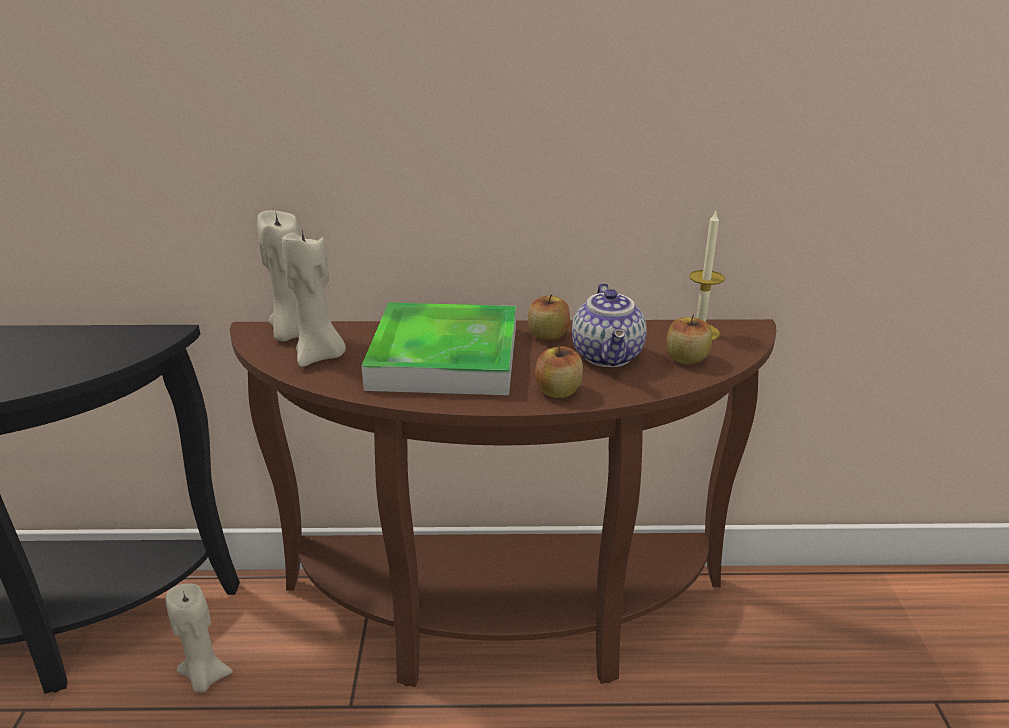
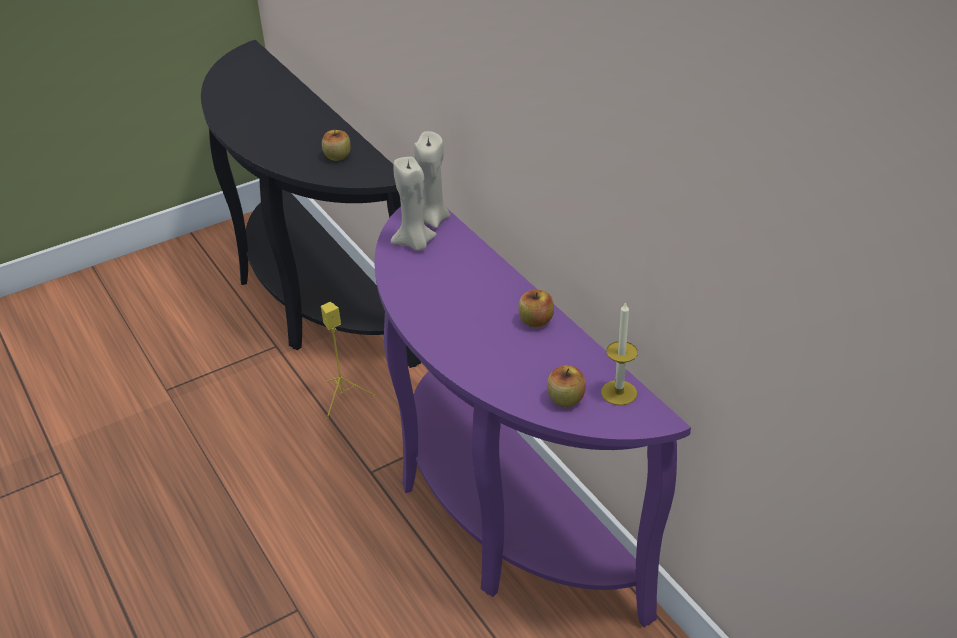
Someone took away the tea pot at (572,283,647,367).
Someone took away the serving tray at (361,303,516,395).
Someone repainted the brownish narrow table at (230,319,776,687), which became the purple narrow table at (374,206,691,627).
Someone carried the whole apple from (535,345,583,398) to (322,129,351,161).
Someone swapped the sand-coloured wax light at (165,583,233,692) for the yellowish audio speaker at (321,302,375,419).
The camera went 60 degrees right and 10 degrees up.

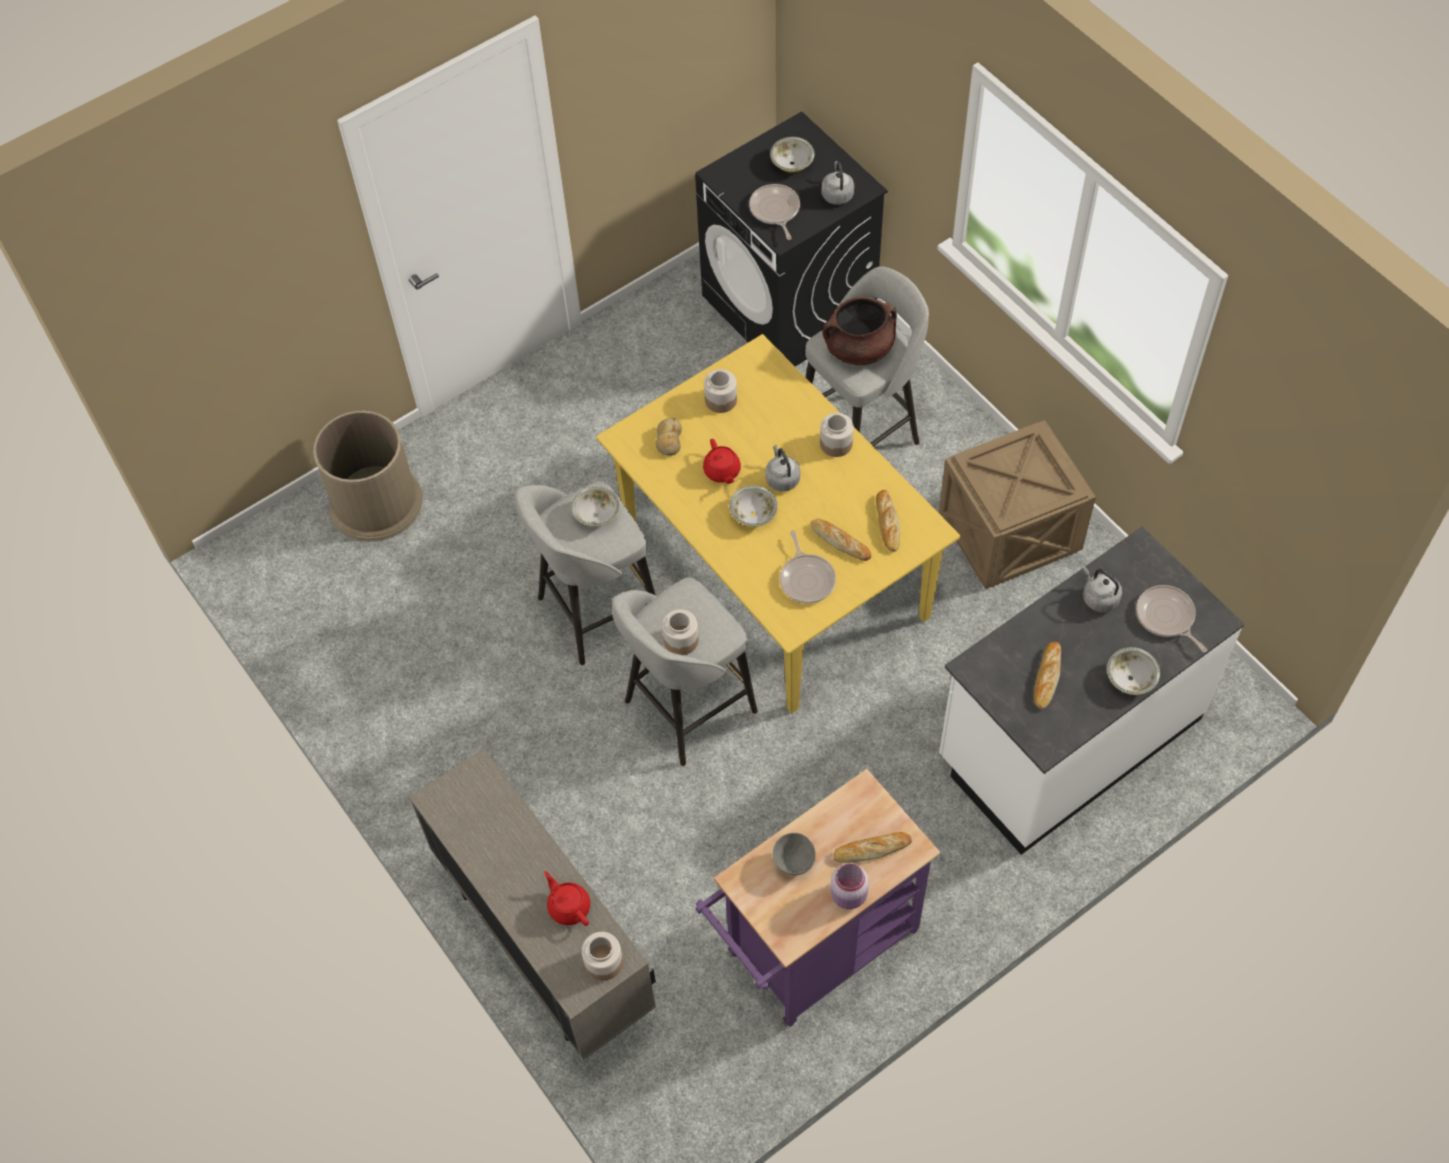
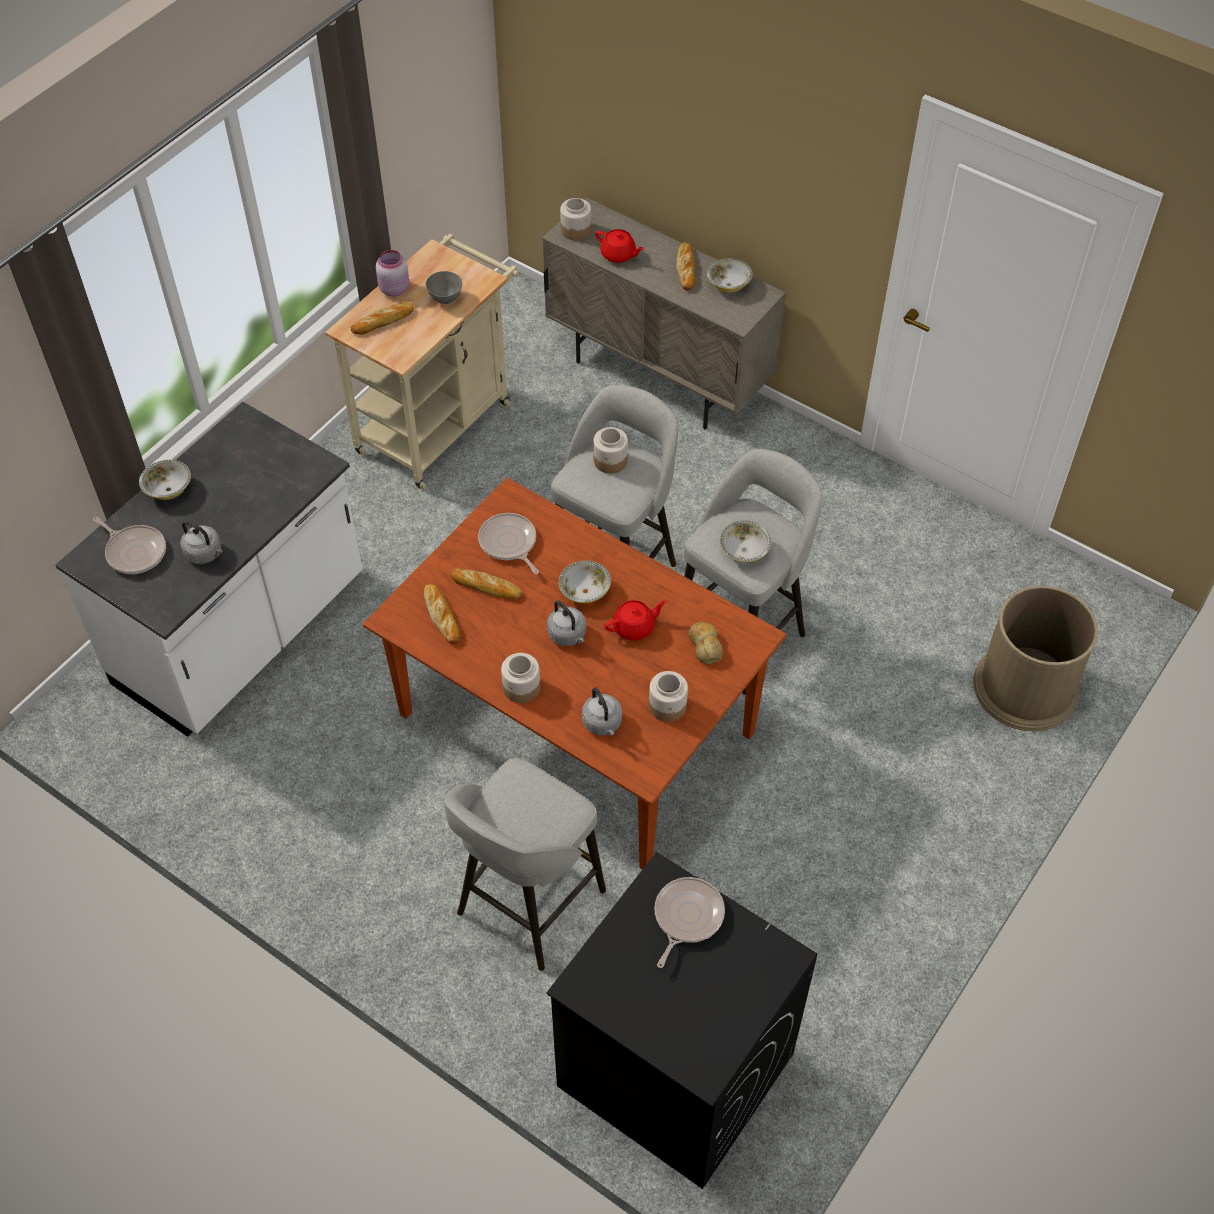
Someone carried the deep dish from (770,137,815,173) to (707,259,753,292).
Someone carried the gray tea kettle from (822,161,854,205) to (582,687,622,735).
Someone rotated the frying pan at (749,184,800,240) by 120 degrees counterclockwise.
Someone took away the brownish cooking pot at (822,297,897,365).
Someone repainted the yellowish kitchen table at (596,334,960,713), which became the brownish kitchen table at (363,478,786,869).
Someone took away the crate at (939,420,1096,589).
Someone rotated the reddish tea pot at (703,439,741,484) by 105 degrees clockwise.
Someone carried the bakery bread from (1034,642,1061,709) to (677,243,695,290).
Someone repainted the purple trolley at (695,769,940,1027), which became the sand-coloured trolley at (325,234,519,490).
The camera went 160 degrees right and 5 degrees down.

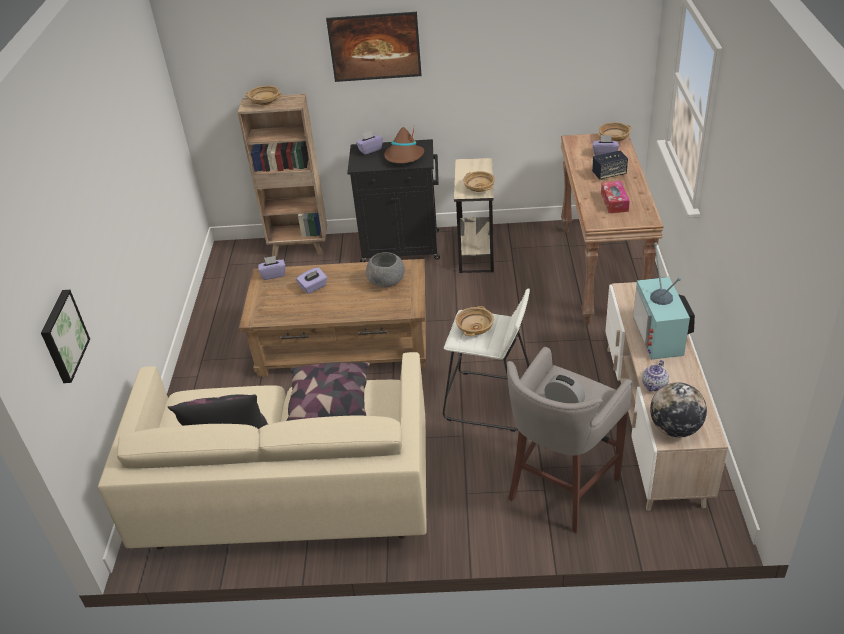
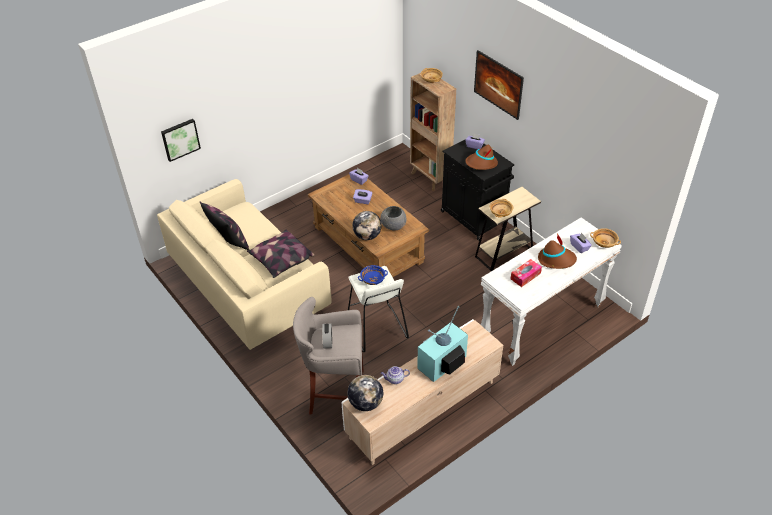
Someone repainted the brownish narrow table at (561,133,664,325), which became the white-coloured narrow table at (481,217,622,366).
Someone swapped the audio speaker at (592,151,628,180) for the brownish hat at (538,234,577,269).
Someone repainted the sand-coloured deep dish at (456,306,494,336), which became the blue-coloured deep dish at (358,265,388,285).
Someone put down the world globe at (352,211,382,240).
The camera went 50 degrees right and 5 degrees up.

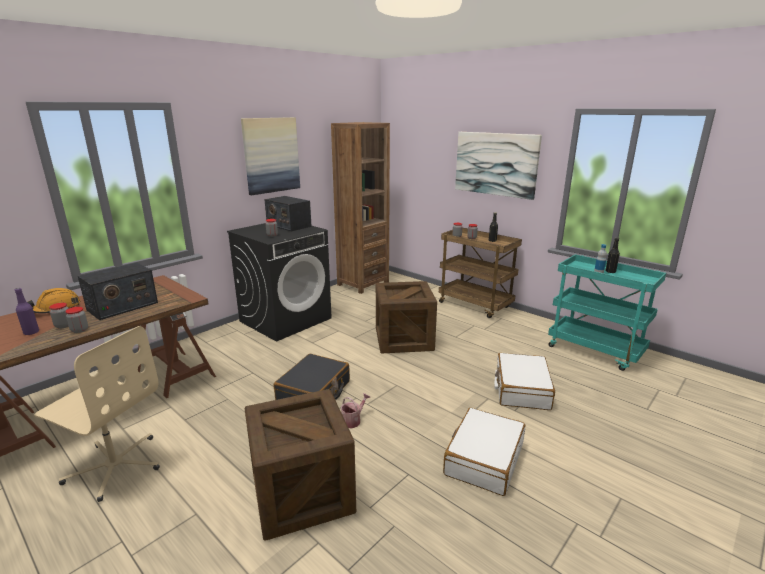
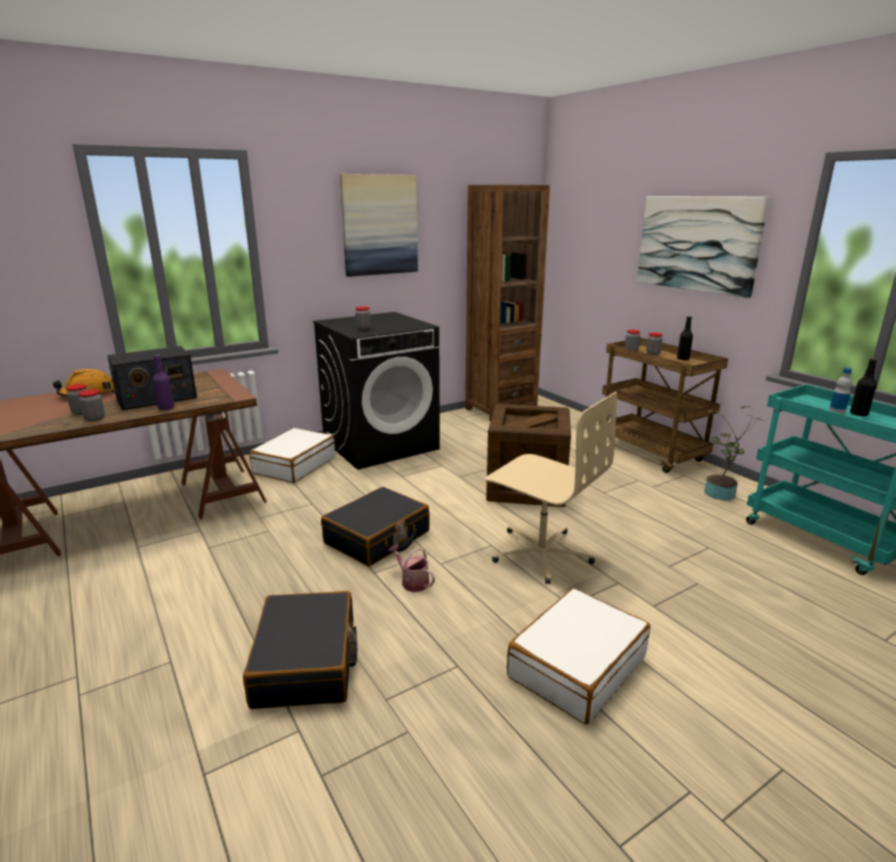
Someone took away the radio set at (264,196,312,231).
Someone carried the purple beverage bottle from (15,288,39,335) to (153,355,174,410).
Someone carried the sand-coloured desk chair from (34,326,160,502) to (485,392,617,584).
Someone carried the white-coloured travel case from (495,353,555,410) to (249,428,335,483).
Someone swapped the crate at (244,389,356,541) for the black-coloured travel case at (243,591,357,709).
Someone rotated the watering can at (341,393,370,428) by 105 degrees counterclockwise.
Someone put down the houseplant at (705,406,764,500).
The camera went 15 degrees right and 0 degrees up.

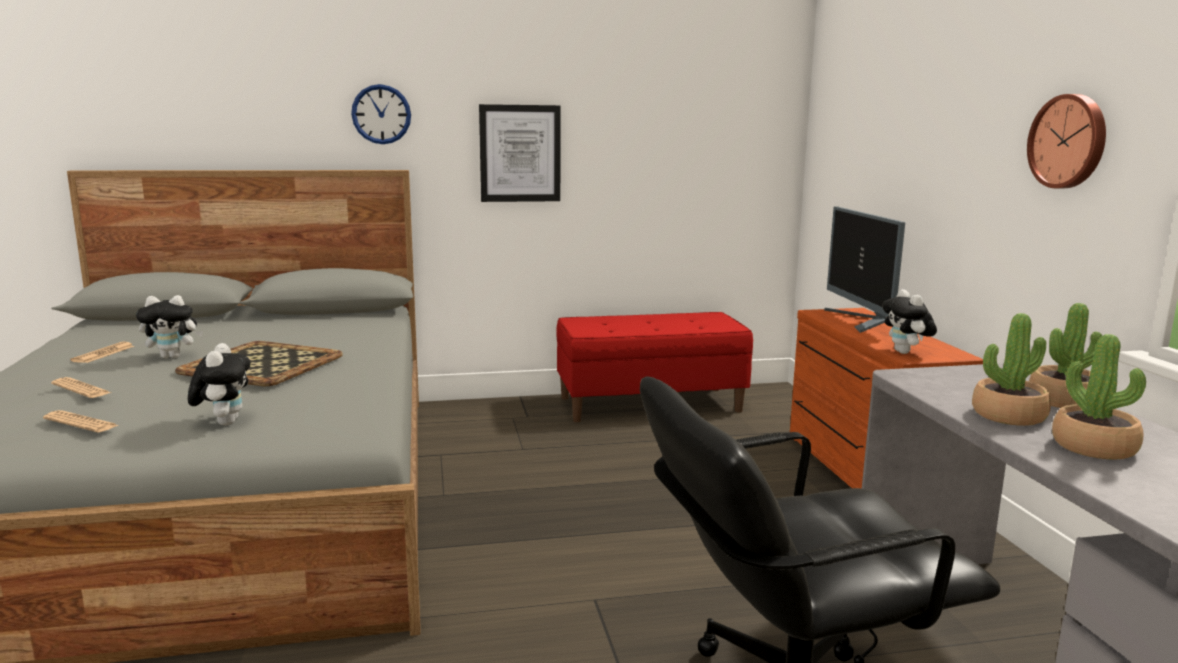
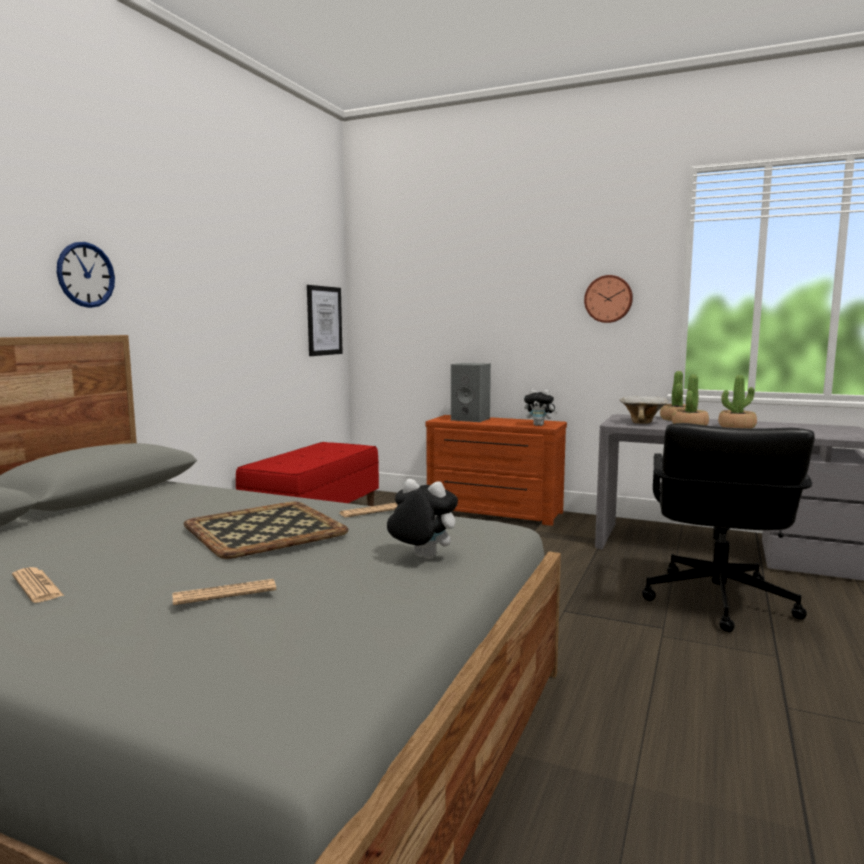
Someone carried the wall art from (479,104,561,202) to (307,285,343,356).
Someone swapped the computer display at (824,207,905,333) for the gray audio speaker at (451,363,491,422).
Someone took away the plush toy at (136,295,203,359).
Someone carried the printed paper from (43,410,120,432) to (340,503,397,518).
Someone put down the deep dish at (620,396,668,424).
The camera went 55 degrees left and 5 degrees down.

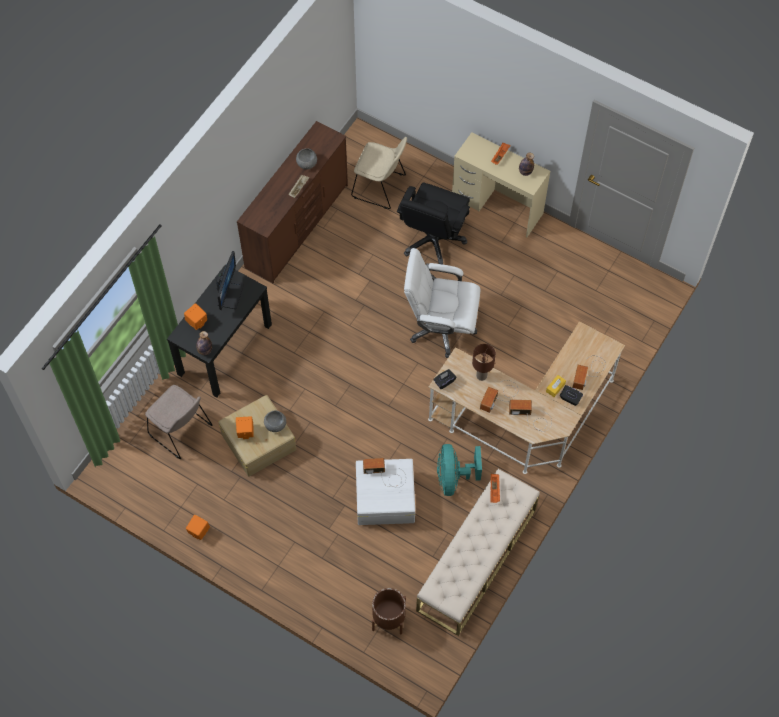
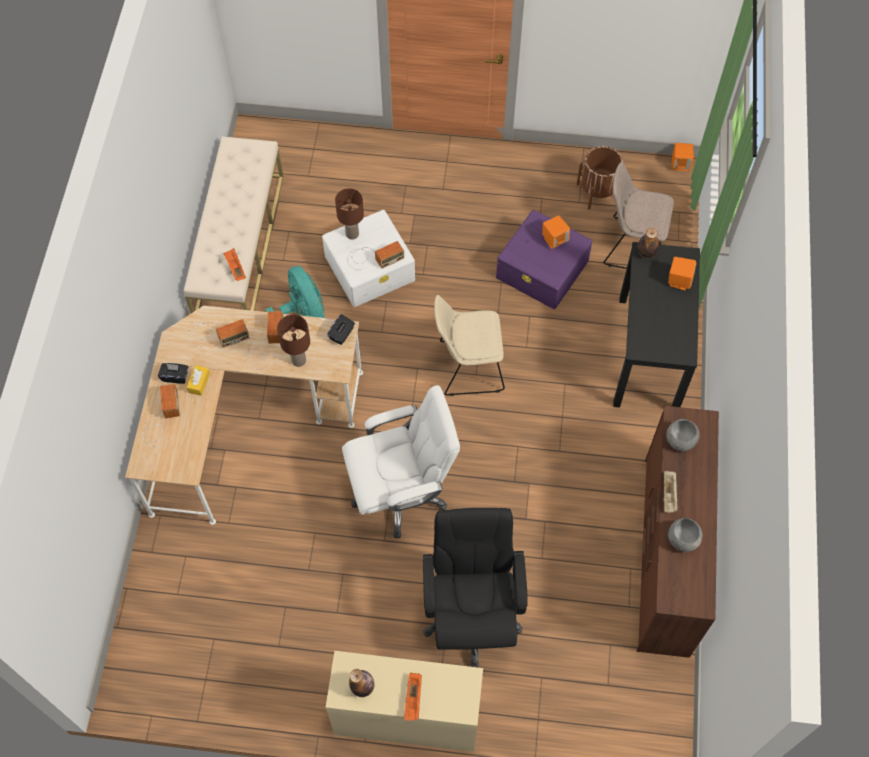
Someone carried the sand-coloured plain chair from (351,137,407,209) to (434,295,505,396).
Someone took away the computer display at (216,251,244,310).
Someone repainted the sand-coloured storage bin at (219,395,296,477), which became the purple storage bin at (496,210,592,309).
Someone carried the gray deep dish from (264,410,286,432) to (666,419,699,451).
Someone carried the orange-coloured audio speaker from (186,515,210,540) to (672,143,694,171).
Someone carried the brownish planter from (372,588,406,635) to (577,146,623,210).
Someone put down the brownish table lamp at (335,188,364,240).
The camera went 155 degrees right and 0 degrees up.

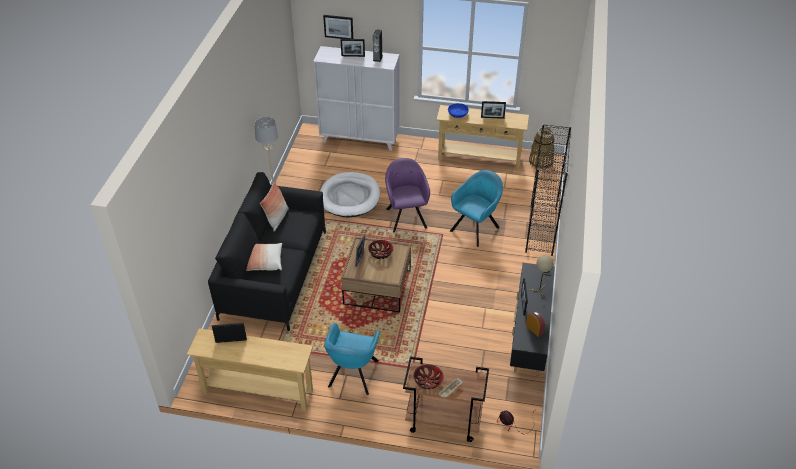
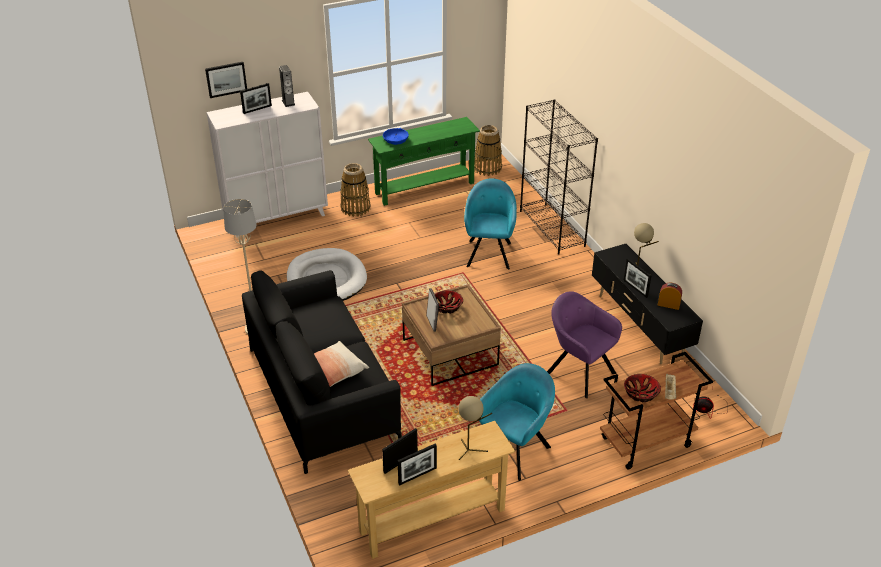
Someone carried the photo frame from (481,101,506,119) to (397,444,437,485).
Someone repainted the sand-coloured narrow table at (436,105,529,170), which became the greenish narrow table at (368,117,480,206).
Someone carried the purple lounge chair from (385,158,430,232) to (547,291,622,398).
Someone took away the throw pillow at (260,182,289,231).
Someone rotated the turquoise-coloured lounge chair at (324,323,380,395) by 120 degrees counterclockwise.
Someone put down the storage basket at (340,163,371,217).
Someone put down the sand-coloured table lamp at (458,396,492,460).
The camera went 35 degrees left and 5 degrees down.

